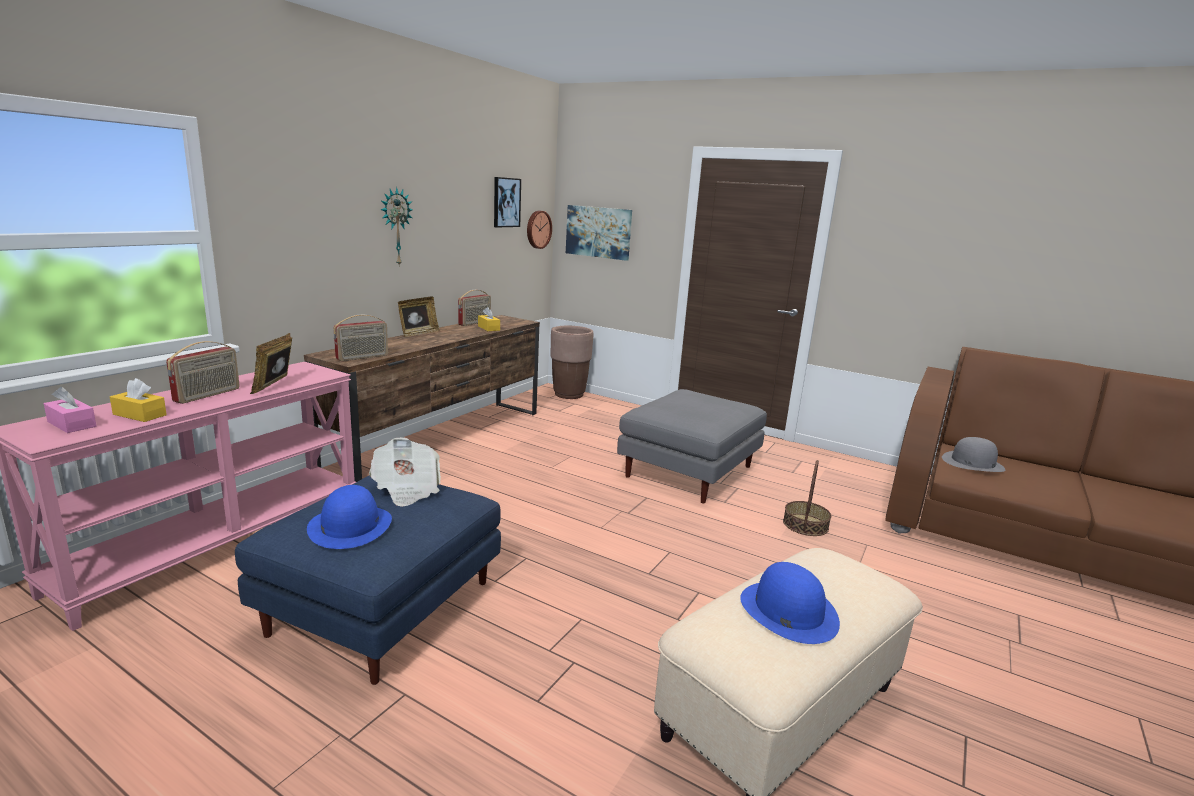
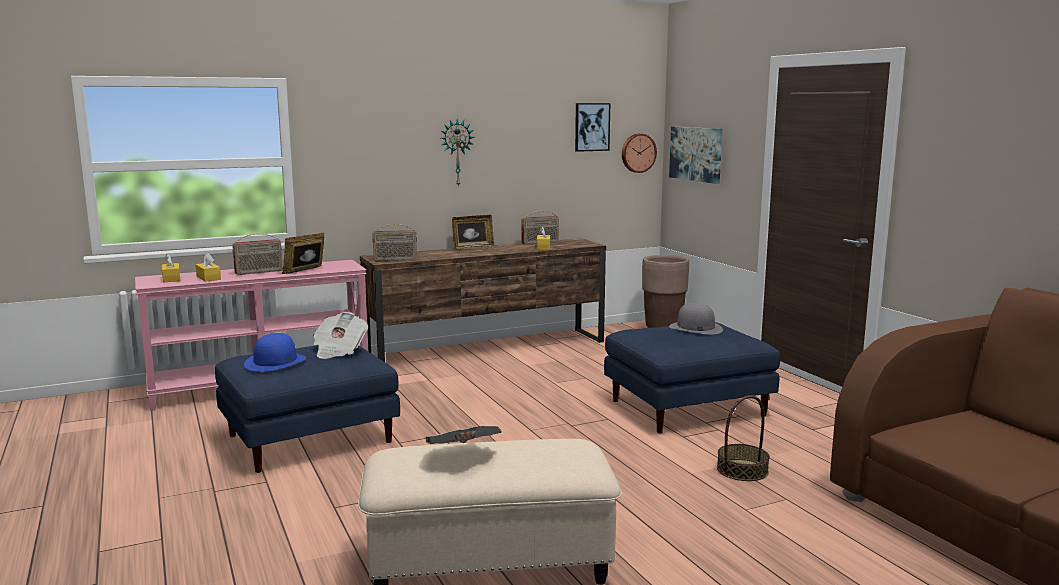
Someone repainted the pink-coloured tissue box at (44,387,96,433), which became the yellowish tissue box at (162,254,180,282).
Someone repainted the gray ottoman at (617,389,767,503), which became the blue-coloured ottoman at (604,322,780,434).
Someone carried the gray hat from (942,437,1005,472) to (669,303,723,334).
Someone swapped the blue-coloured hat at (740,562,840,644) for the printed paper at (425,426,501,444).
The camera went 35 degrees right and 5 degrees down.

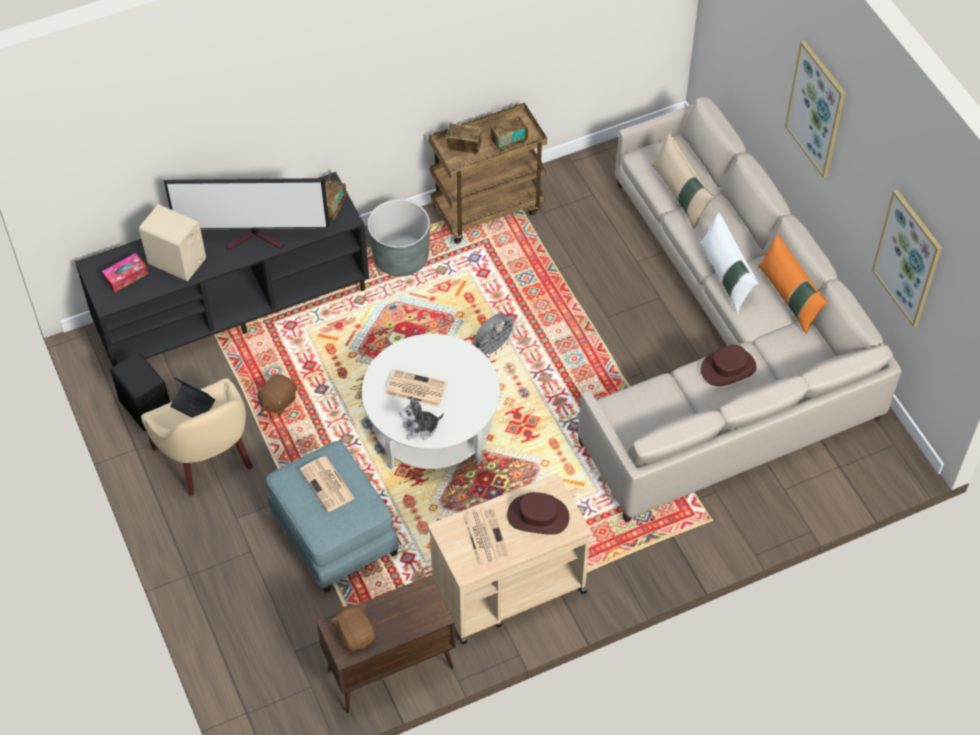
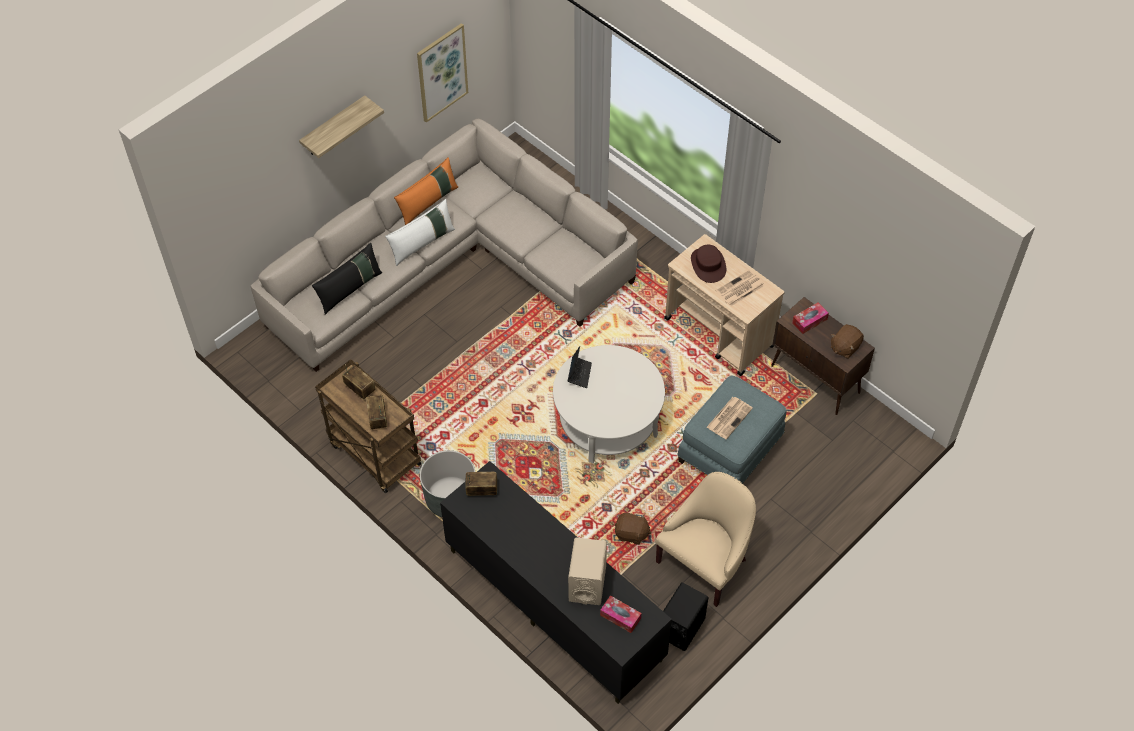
Someone swapped the wall art at (785,40,846,178) for the bracket shelf at (299,95,384,158).
Someone repainted the sand-coloured throw pillow at (652,133,714,229), which became the black-coloured throw pillow at (312,243,382,315).
Someone took away the TV set at (164,178,329,250).
Someone took away the gray electric fan at (474,313,517,358).
Someone took away the brownish hat at (701,345,757,386).
Someone took away the printed paper at (385,369,447,407).
Someone carried the notebook computer from (170,377,215,418) to (567,346,592,388).
Someone took away the plush toy at (399,396,444,440).
Someone put down the tissue box at (792,303,829,334).
The camera went 110 degrees left and 0 degrees up.

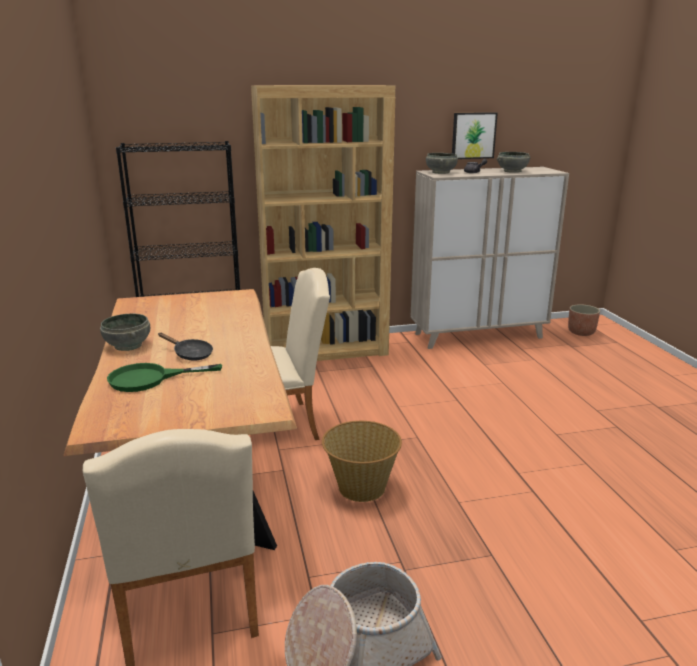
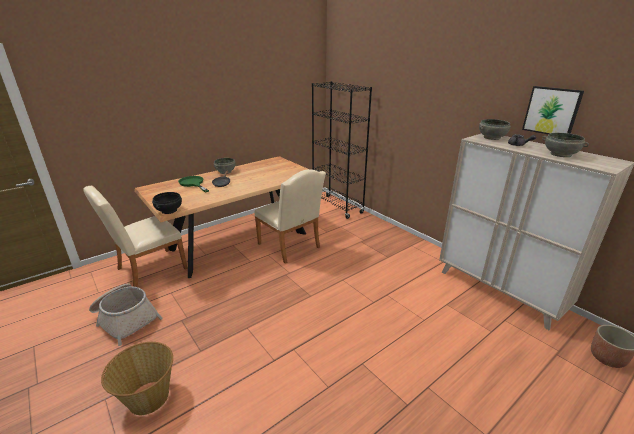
Someone took away the brownish shelving unit at (251,85,395,361).
Someone carried the storage basket from (322,421,402,502) to (101,342,173,415).
Someone put down the black-coloured deep dish at (152,192,182,214).
The camera went 65 degrees right and 5 degrees up.

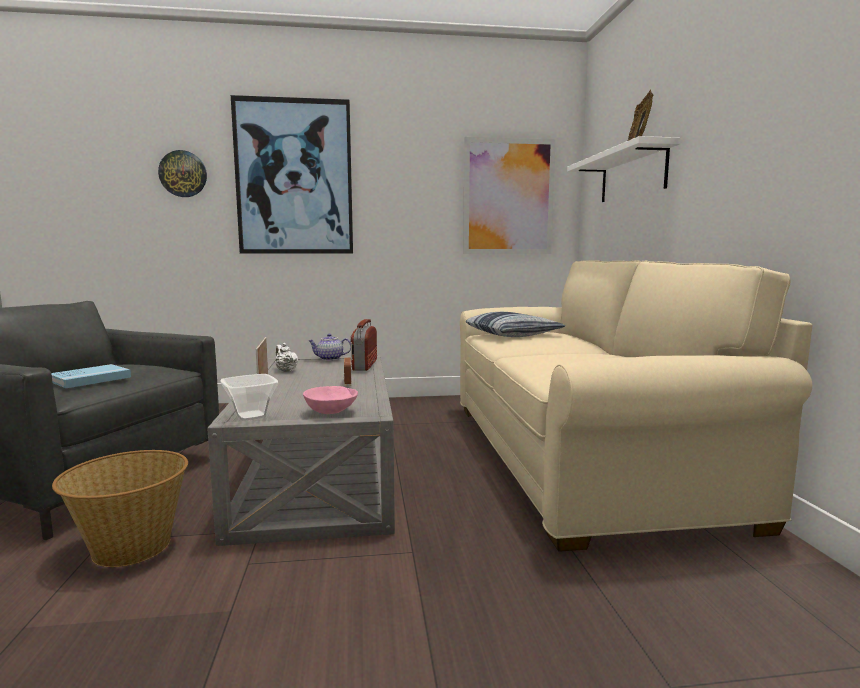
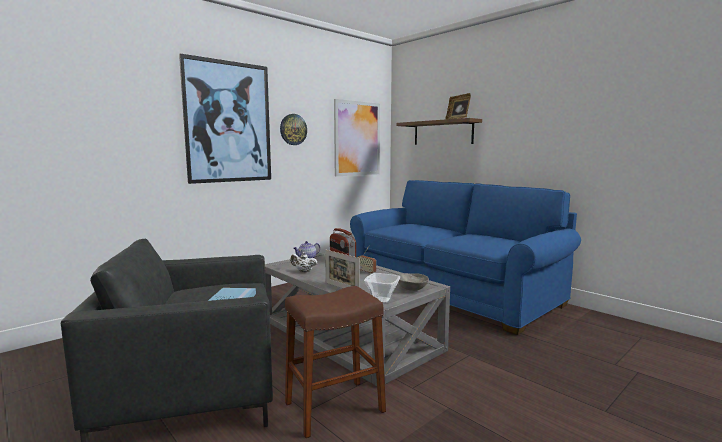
Someone repainted the white-coloured bracket shelf at (567,136,680,202), which became the brownish bracket shelf at (397,118,482,145).
Someone carried the hanging clock from (158,150,207,197) to (280,114,307,145).
Someone repainted the sand-coloured couch at (460,260,813,552), which became the blue-coloured couch at (350,180,581,335).
Someone took away the throw pillow at (466,312,565,337).
Someone repainted the pink-coloured deep dish at (303,386,358,414), which became the gray deep dish at (398,273,429,291).
Someone swapped the storage basket at (52,450,188,567) for the brownish stool at (285,286,386,438).
The camera went 35 degrees left and 0 degrees up.

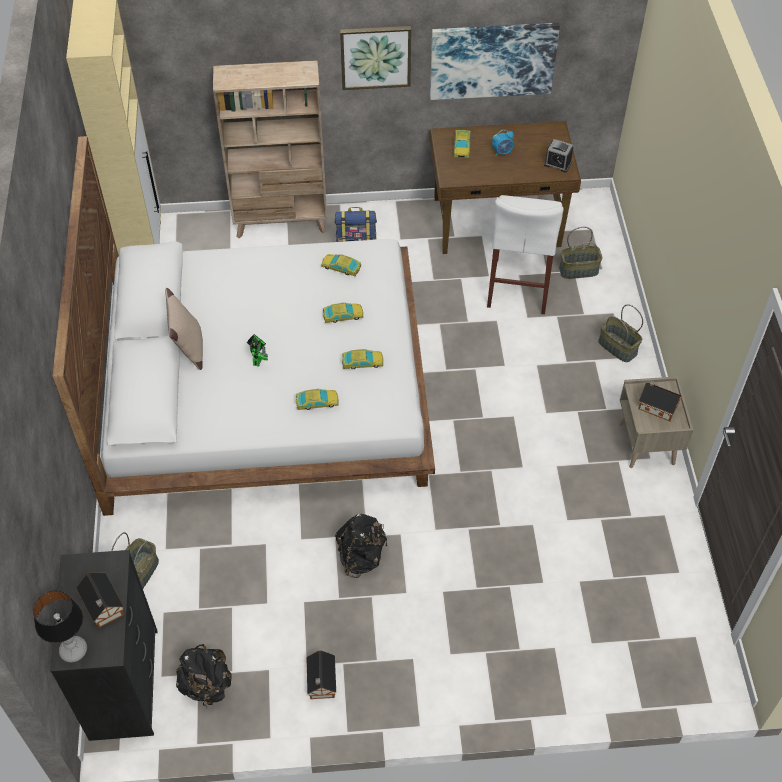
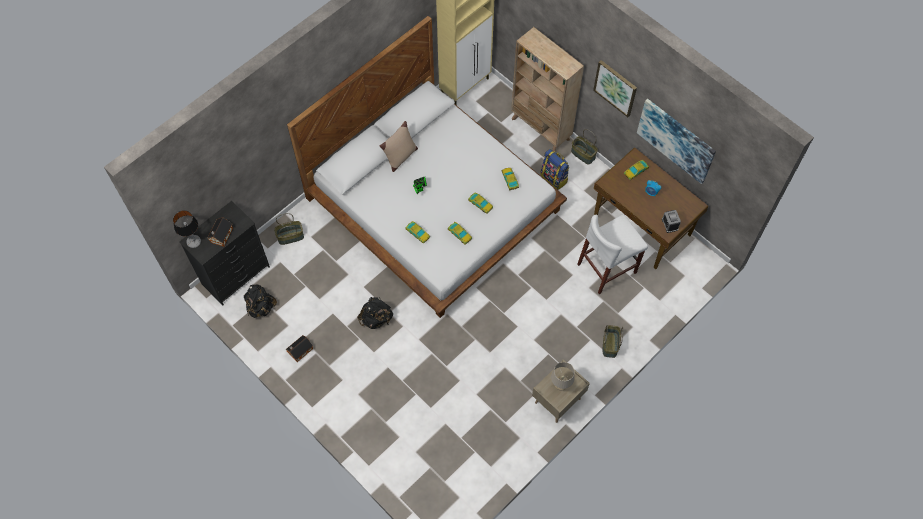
Someone carried the storage basket from (559,227,603,279) to (571,129,598,165).
Someone swapped the miniature house at (638,381,682,421) for the sand-coloured table lamp at (551,362,575,391).
The camera went 50 degrees right and 10 degrees up.

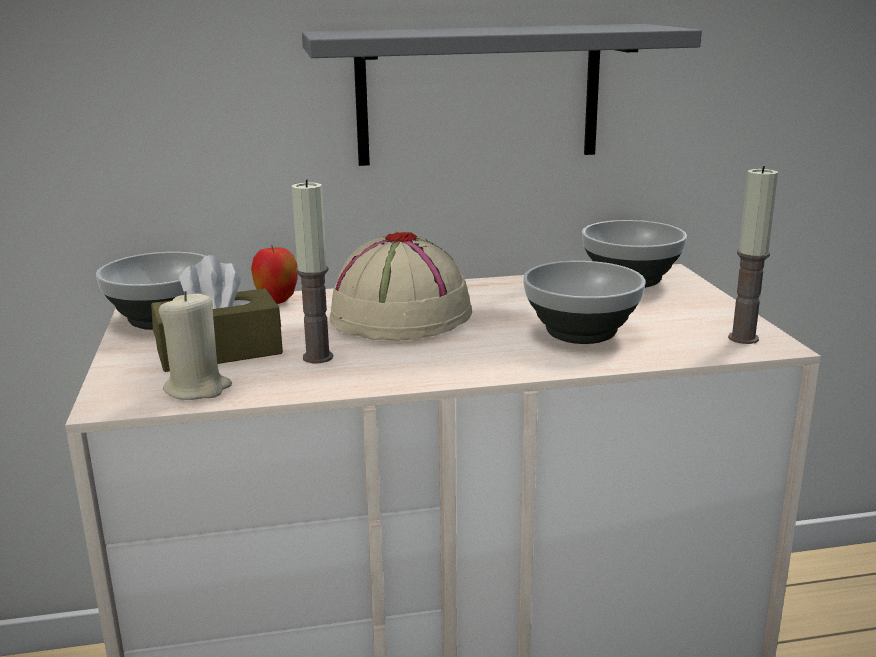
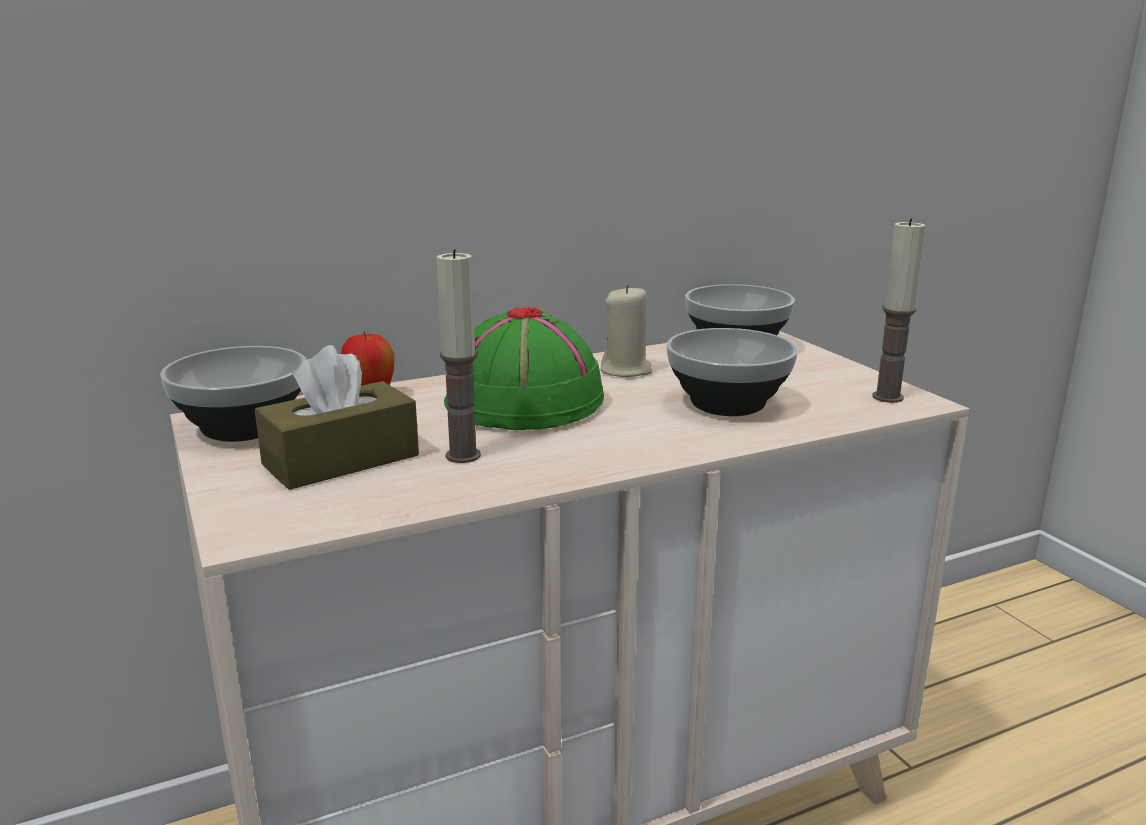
Someone took away the gray bracket shelf at (302,24,702,166).
Someone repainted the sand-coloured hat at (330,232,472,341), which became the greenish hat at (444,307,604,430).
Someone carried the sand-coloured wax light from (159,291,232,400) to (600,284,652,377).
The camera went 15 degrees left and 0 degrees up.

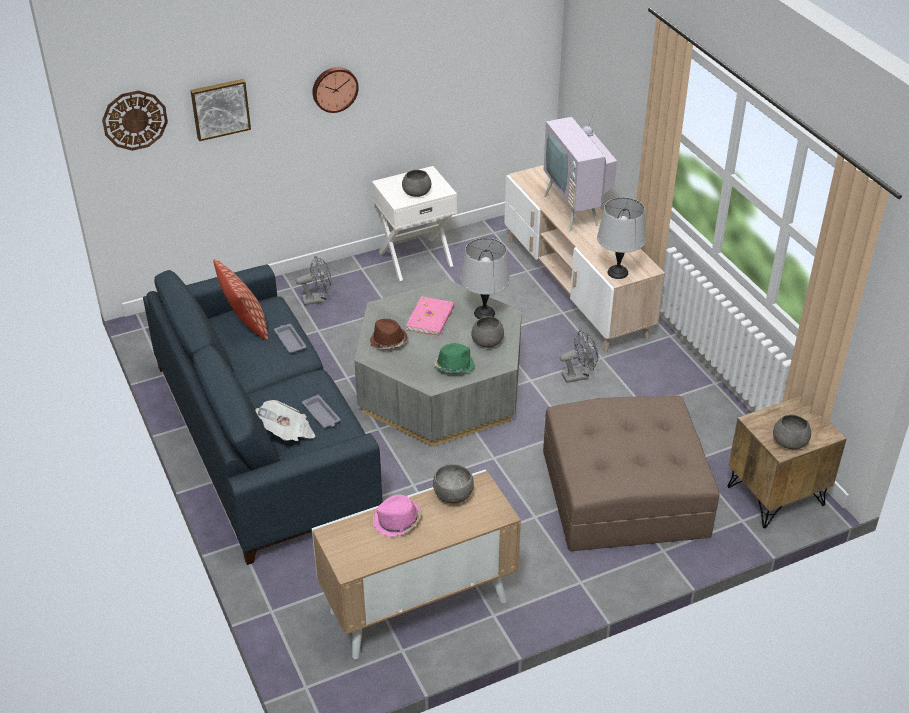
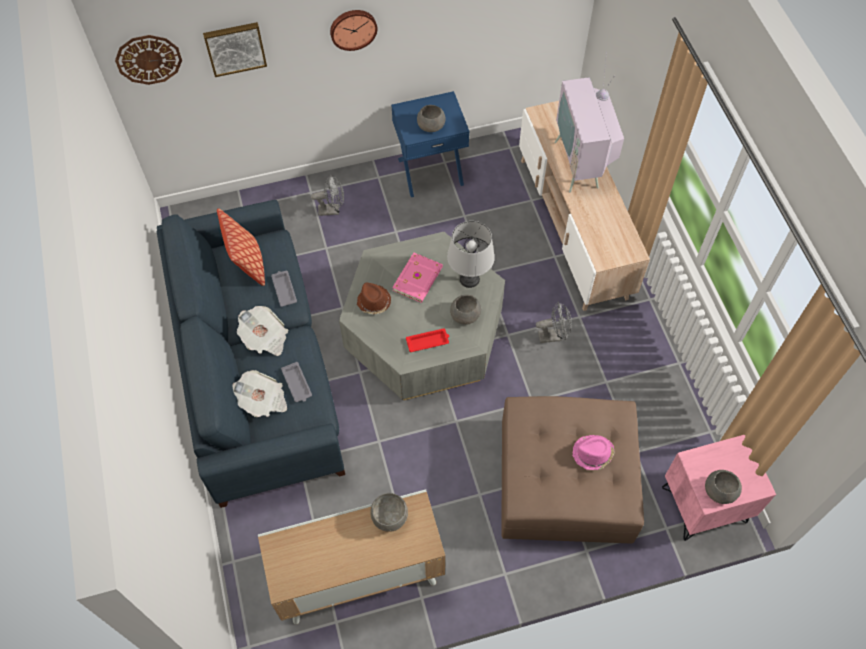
Someone repainted the white-coloured night table at (372,166,457,281), which became the blue-coloured night table at (391,91,469,197).
Someone took away the gray table lamp at (597,197,646,279).
Someone swapped the greenish hat at (435,343,475,374) for the reddish serving tray at (406,328,449,352).
Someone repainted the brownish night table at (727,396,847,528), which became the pink-coloured night table at (662,435,776,541).
Someone carried the pink-coloured hat from (373,495,422,537) to (572,435,615,470).
Someone put down the printed paper at (237,306,288,356).
The camera went 10 degrees right and 20 degrees up.

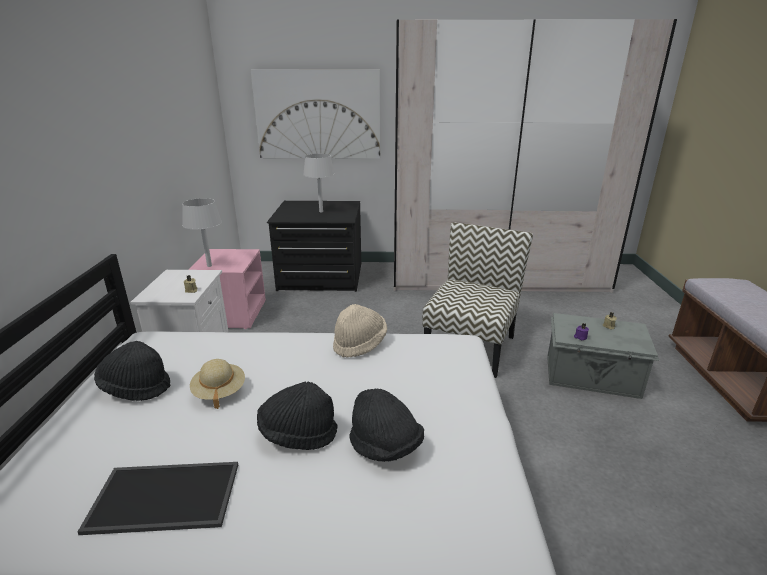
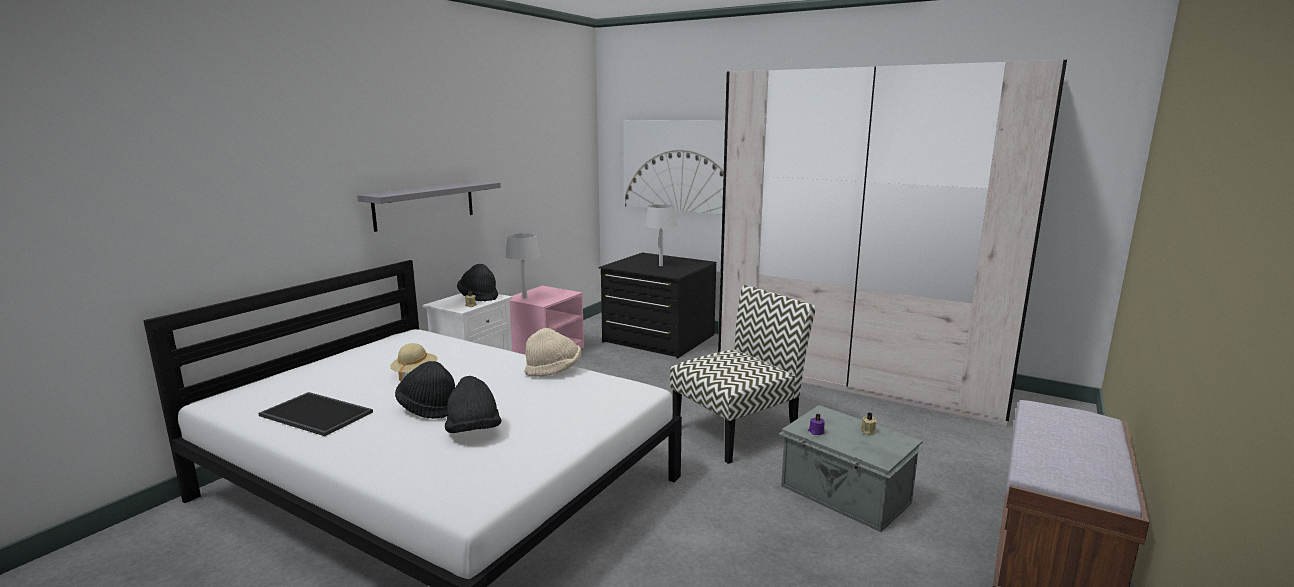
Someone carried the black-coloured hat from (94,341,170,401) to (457,264,498,302).
Someone put up the gray bracket shelf at (357,181,501,232).
The camera went 30 degrees right and 10 degrees down.

